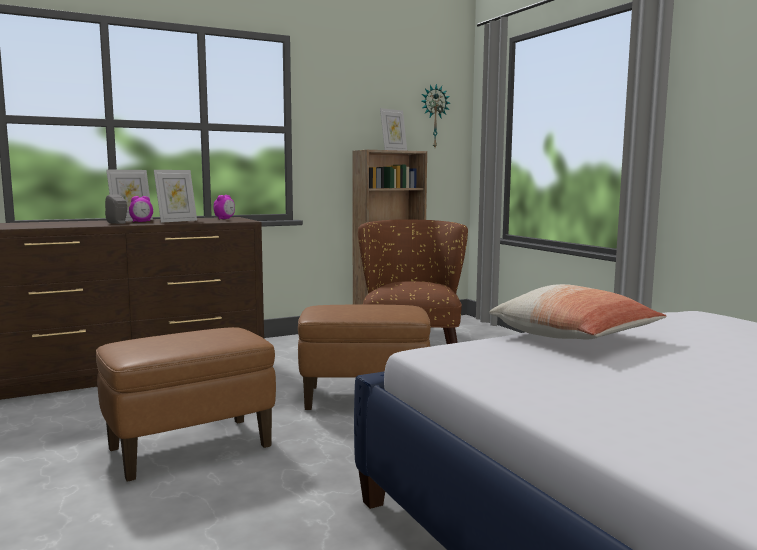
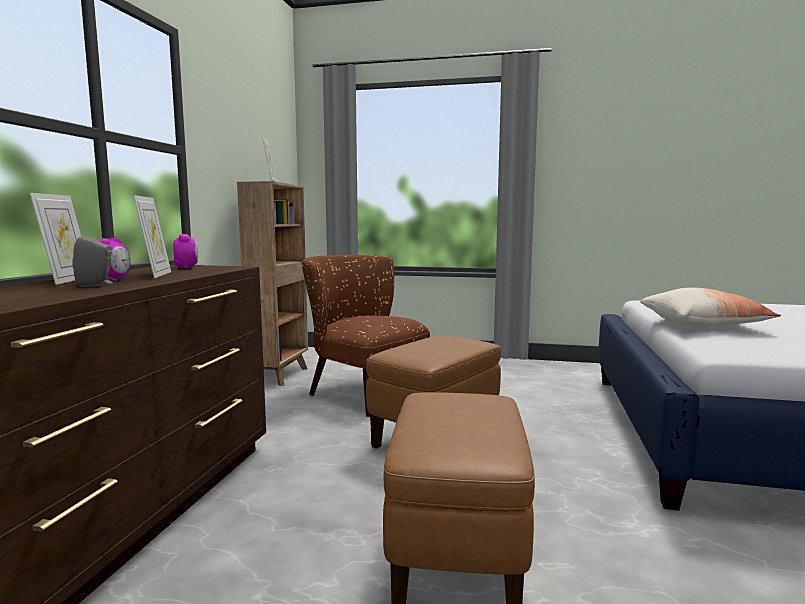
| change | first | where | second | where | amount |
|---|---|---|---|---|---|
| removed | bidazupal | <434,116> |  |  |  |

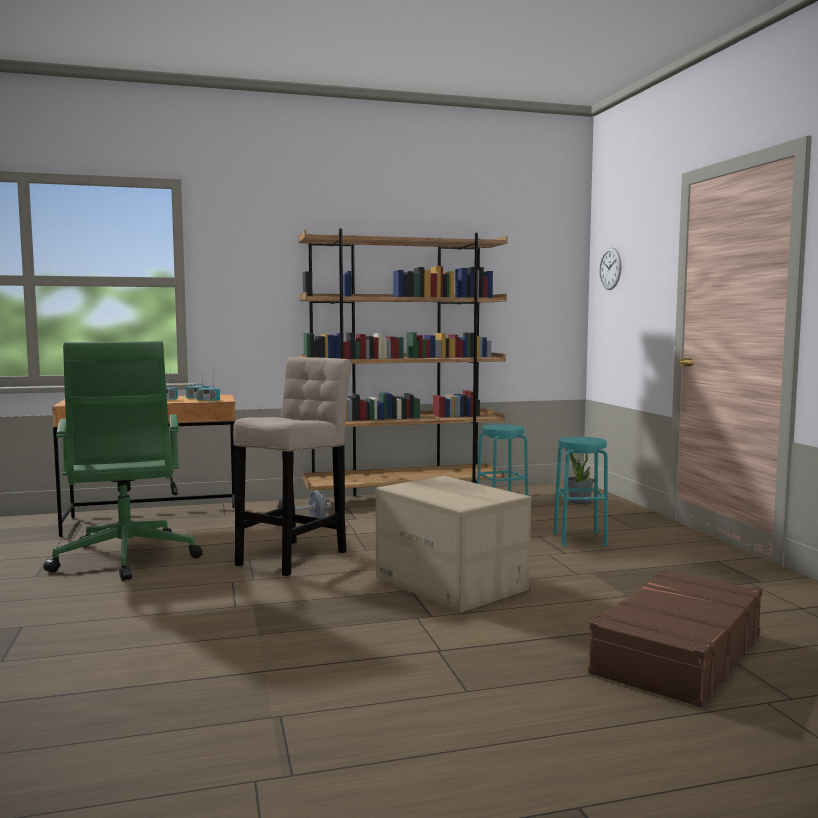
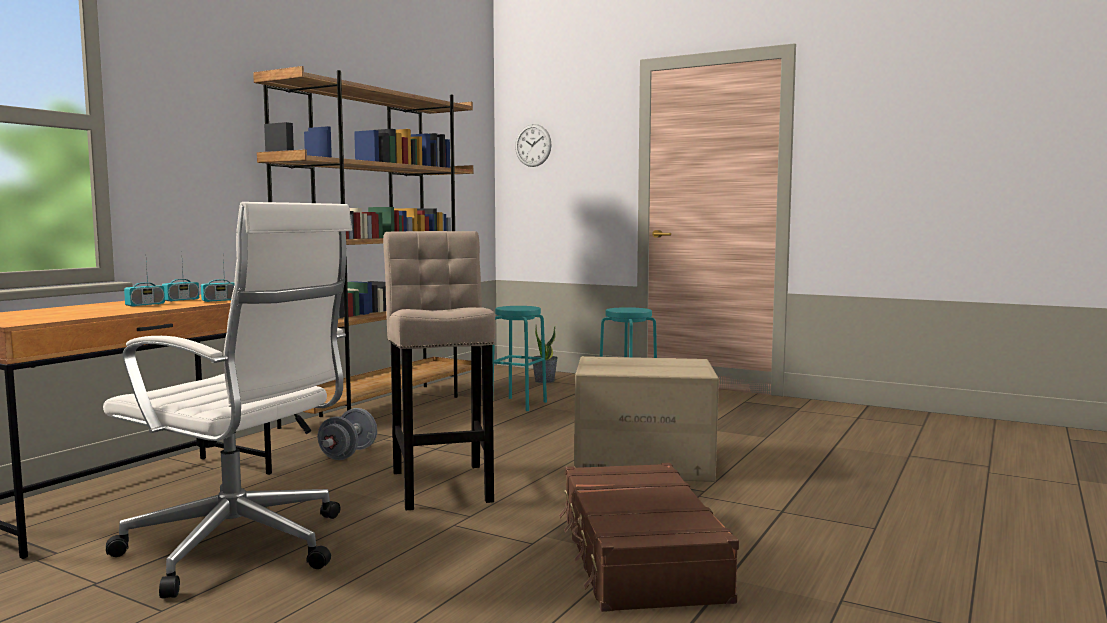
| change | first | where | second | where | amount |
|---|---|---|---|---|---|
| recoloured | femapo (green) | <125,559> | femapo (white) | <240,549> |  |
| moved | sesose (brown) | <676,654> |  | <638,556> |  |

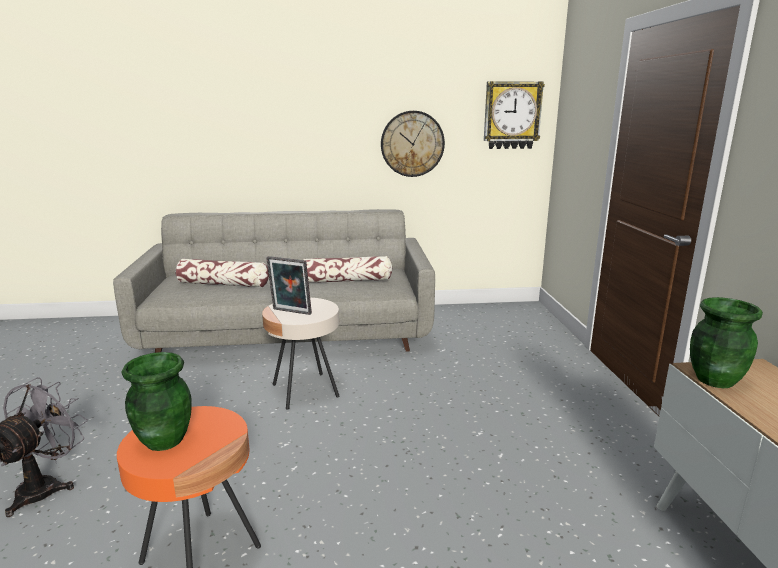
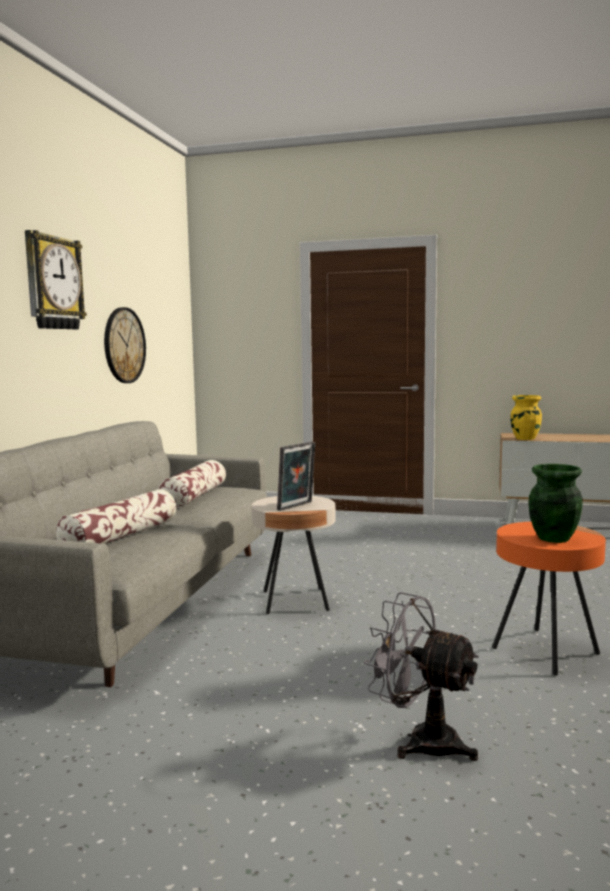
| change | first | where | second | where | amount |
|---|---|---|---|---|---|
| moved | bidazupal | <512,115> |  | <53,283> |  |
| recoloured | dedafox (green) | <714,380> | dedafox (yellow) | <524,438> |  |

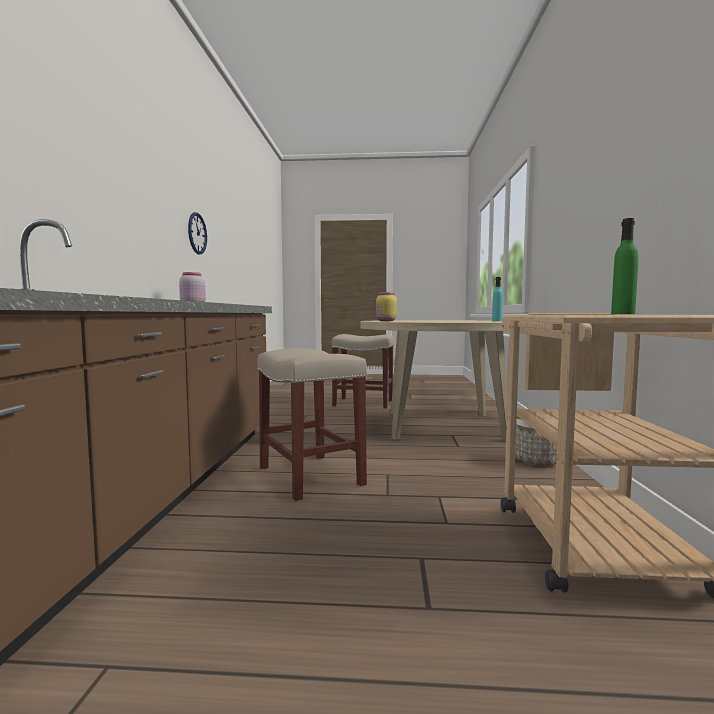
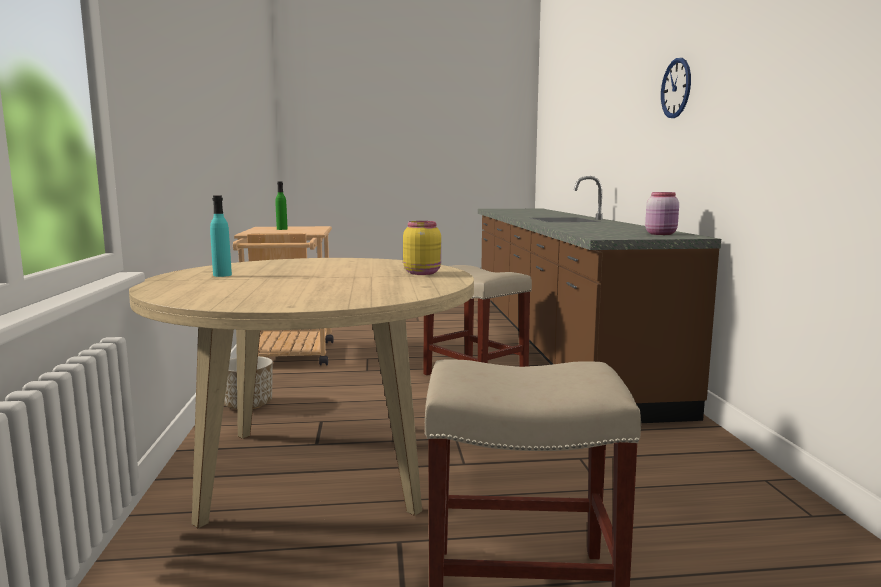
| change | first | where | second | where | amount |
|---|---|---|---|---|---|
| moved | bidazupal | <197,233> |  | <676,88> |  |

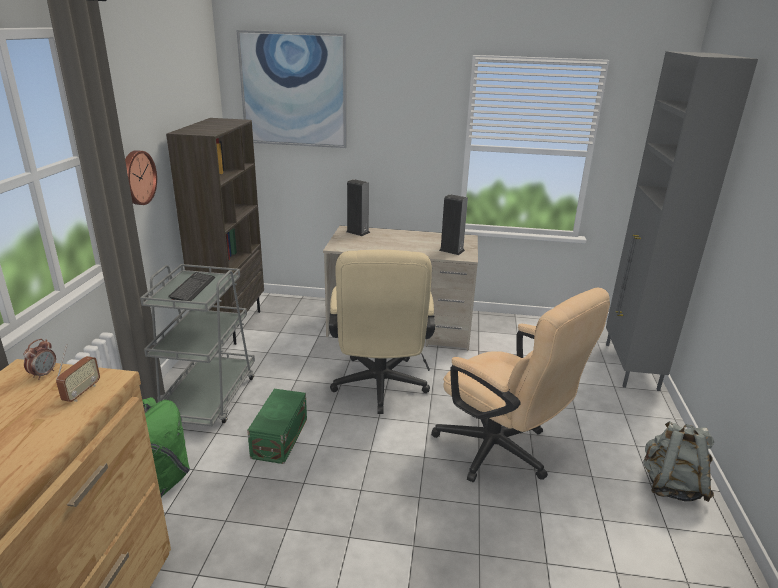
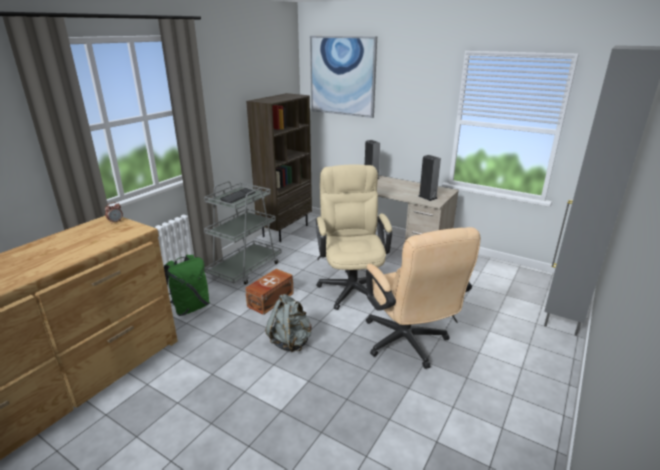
| change | first | where | second | where | amount |
|---|---|---|---|---|---|
| removed | bidazupal | <137,177> |  |  |  |
| turned | femapo (beige) | <379,389> |  | <351,286> | 150 degrees clockwise |
| removed | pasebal | <82,392> |  |  |  |
| recoloured | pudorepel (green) | <278,438> | pudorepel (brown) | <269,300> |  |
| moved | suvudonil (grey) | <671,486> |  | <291,341> |  |

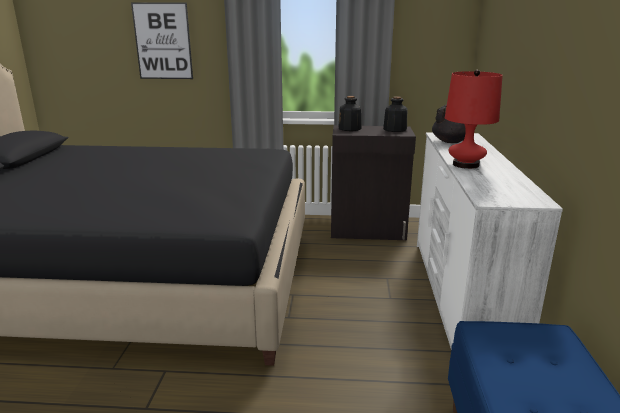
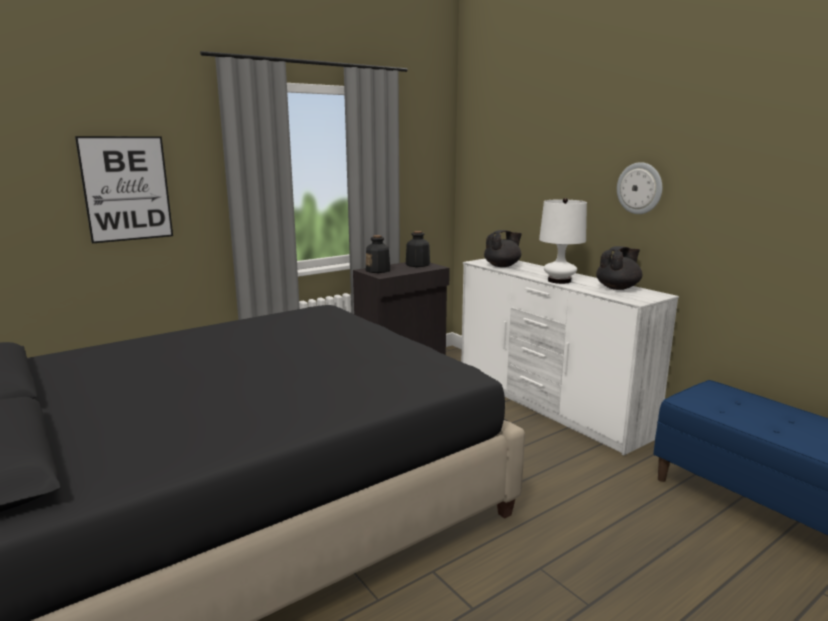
| change | first | where | second | where | amount |
|---|---|---|---|---|---|
| recoloured | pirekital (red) | <465,165> | pirekital (white) | <559,281> |  |
| added |  |  | bidazupal | <640,188> |  |
| added |  |  | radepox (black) | <618,288> |  |

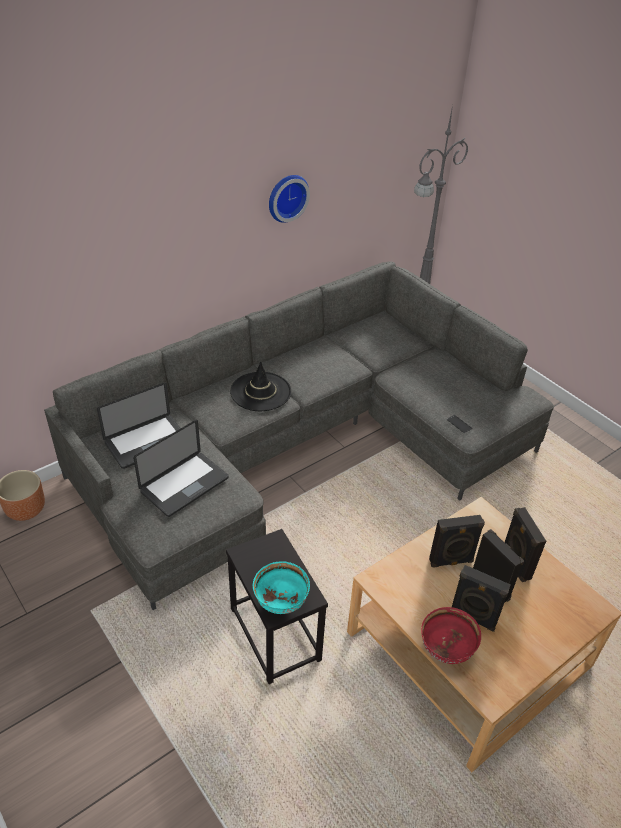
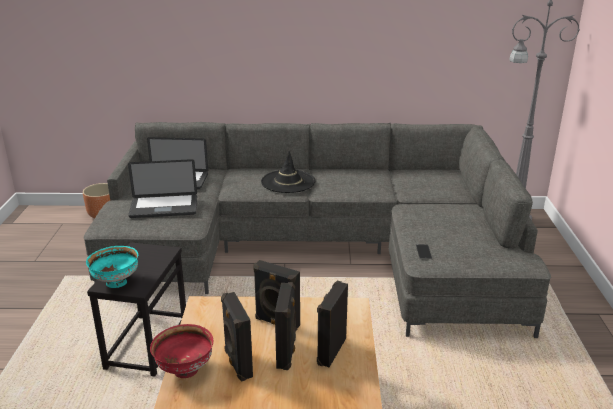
| change | first | where | second | where | amount |
|---|---|---|---|---|---|
| removed | bidazupal | <286,197> |  |  |  |

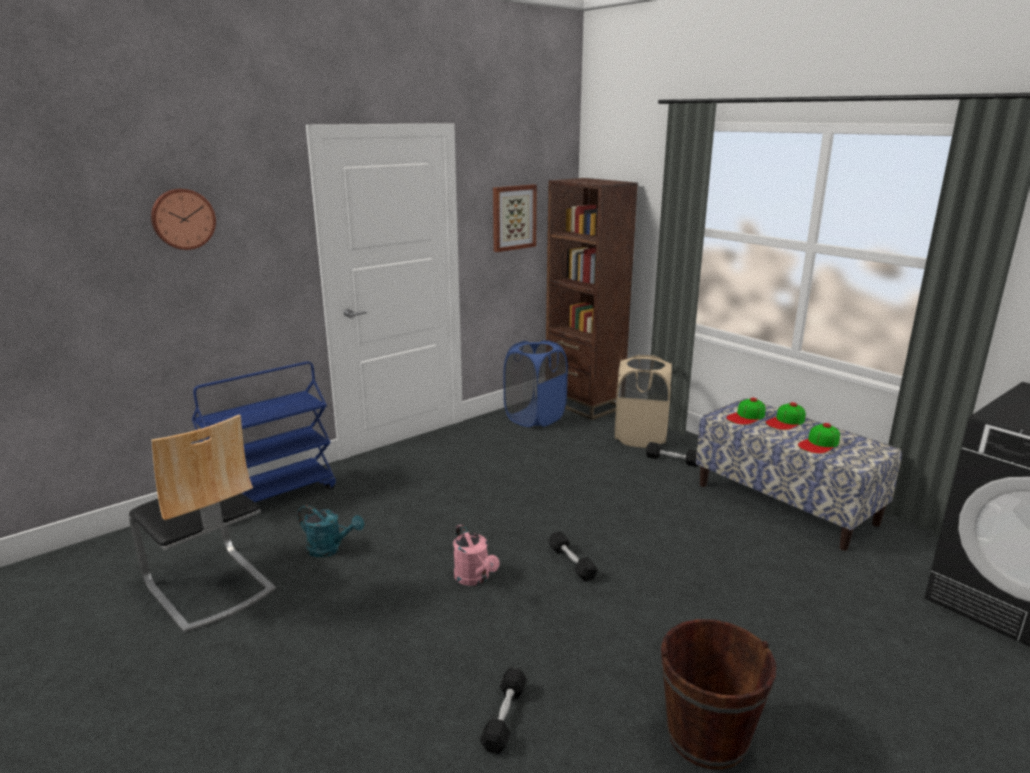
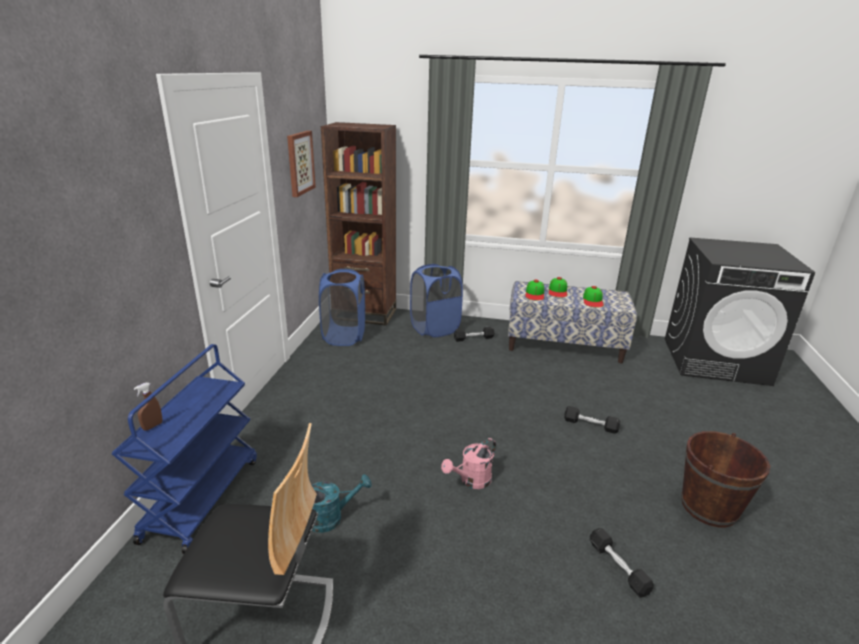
| change | first | where | second | where | amount |
|---|---|---|---|---|---|
| removed | bidazupal | <183,219> |  |  |  |
| recoloured | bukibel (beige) | <640,437> | bukibel (blue) | <434,328> |  |
| turned | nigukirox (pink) | <475,579> |  | <471,481> | 120 degrees clockwise |
| moved | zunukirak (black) | <571,563> |  | <590,425> |  |
| added |  |  | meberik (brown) | <152,426> |  |

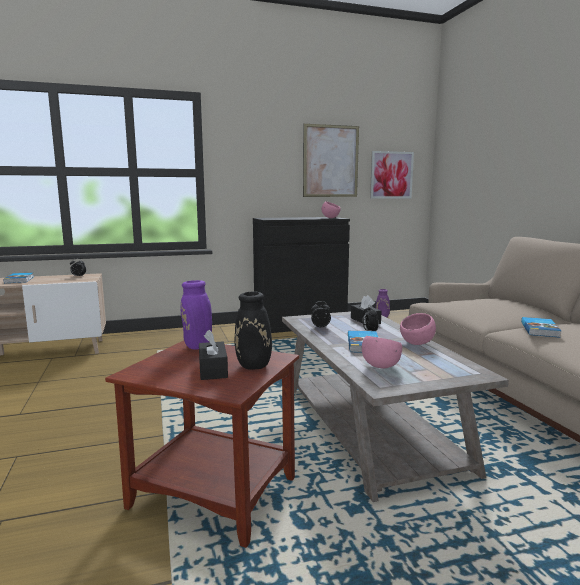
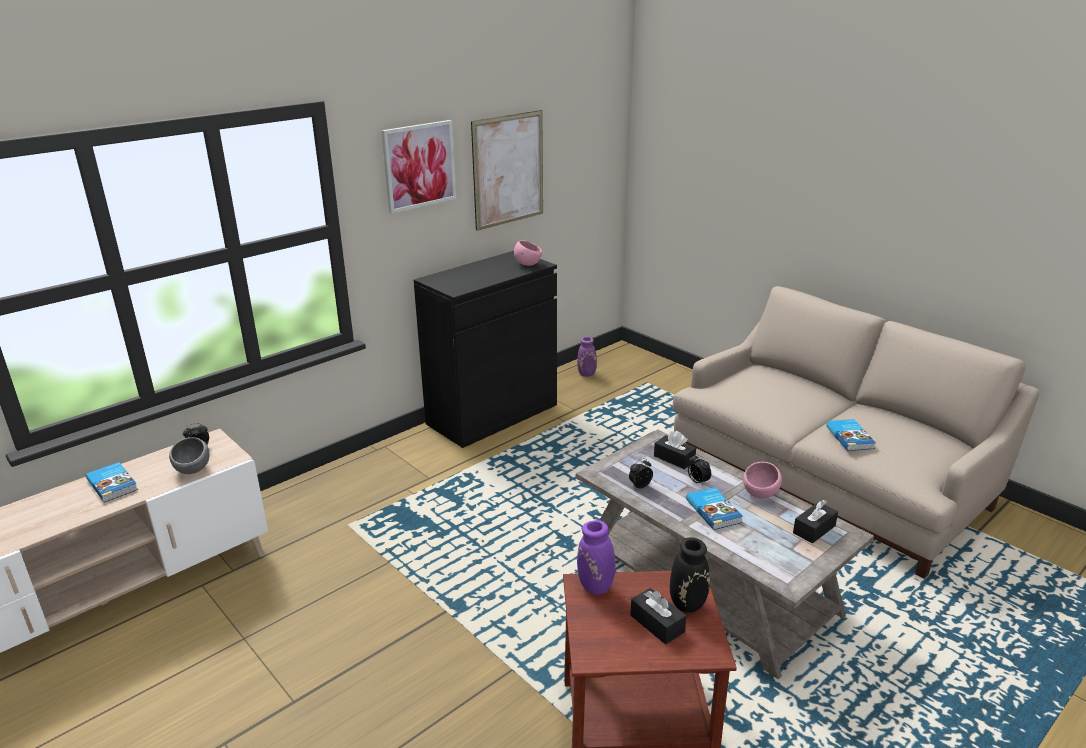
| change | first | where | second | where | amount |
|---|---|---|---|---|---|
| moved | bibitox | <391,175> |  | <419,165> |  |
| removed | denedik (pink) | <380,367> |  |  |  |
| added |  |  | denedik (grey) | <193,470> |  |
| added |  |  | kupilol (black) | <814,529> |  |

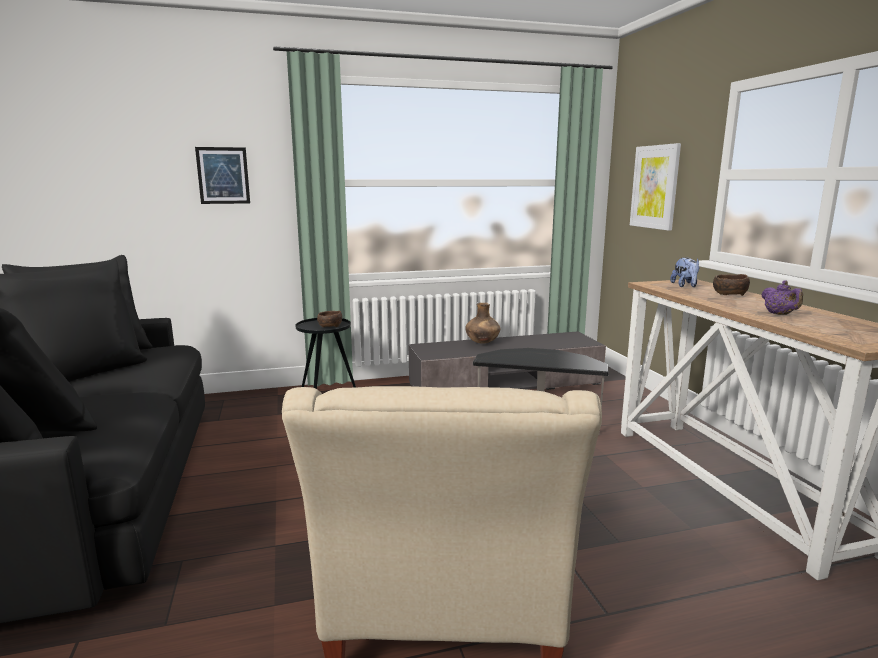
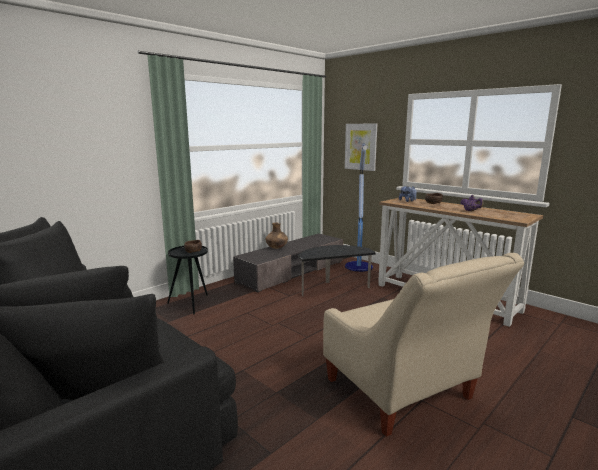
| change | first | where | second | where | amount |
|---|---|---|---|---|---|
| removed | bibitox | <223,175> |  |  |  |
| added |  |  | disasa | <359,267> |  |

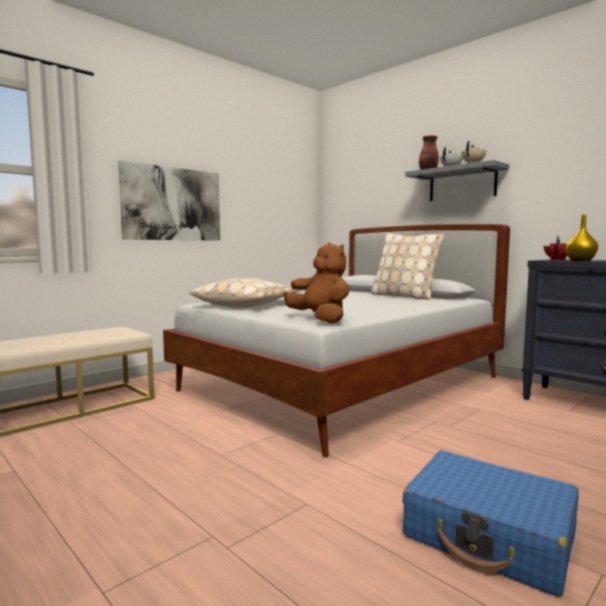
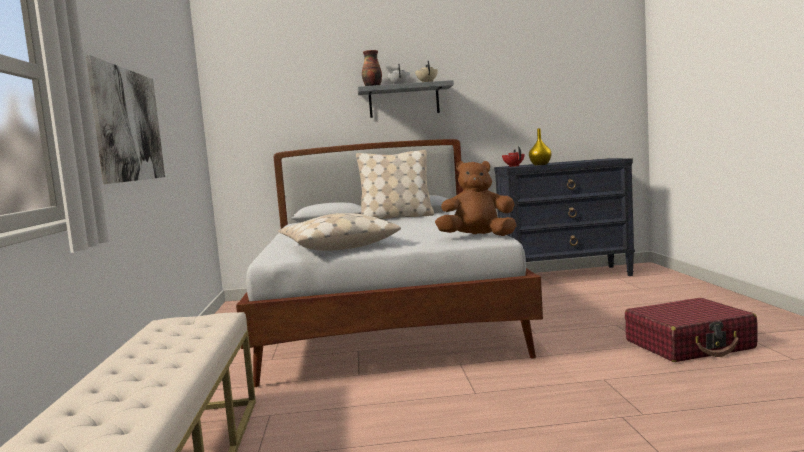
| change | first | where | second | where | amount |
|---|---|---|---|---|---|
| recoloured | sesose (blue) | <489,536> | sesose (red) | <689,345> |  |

